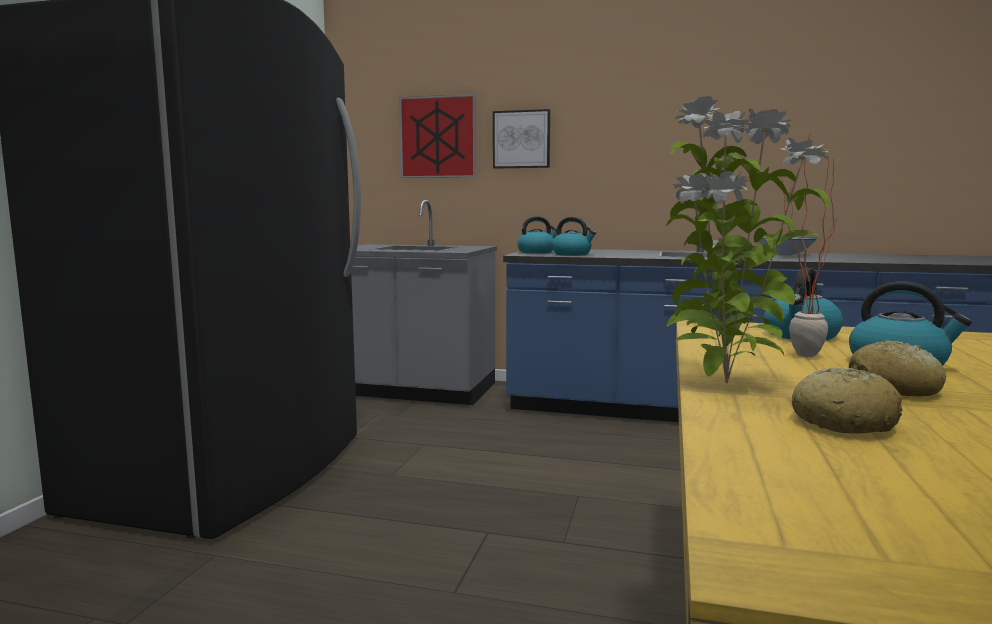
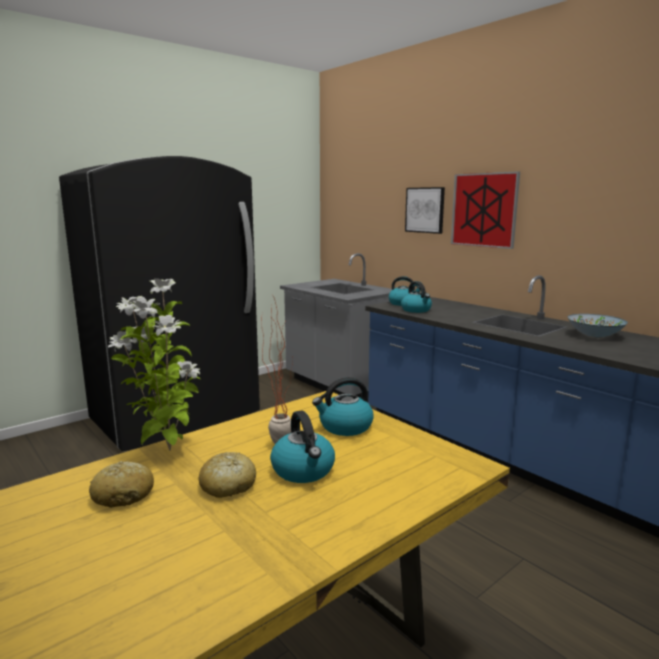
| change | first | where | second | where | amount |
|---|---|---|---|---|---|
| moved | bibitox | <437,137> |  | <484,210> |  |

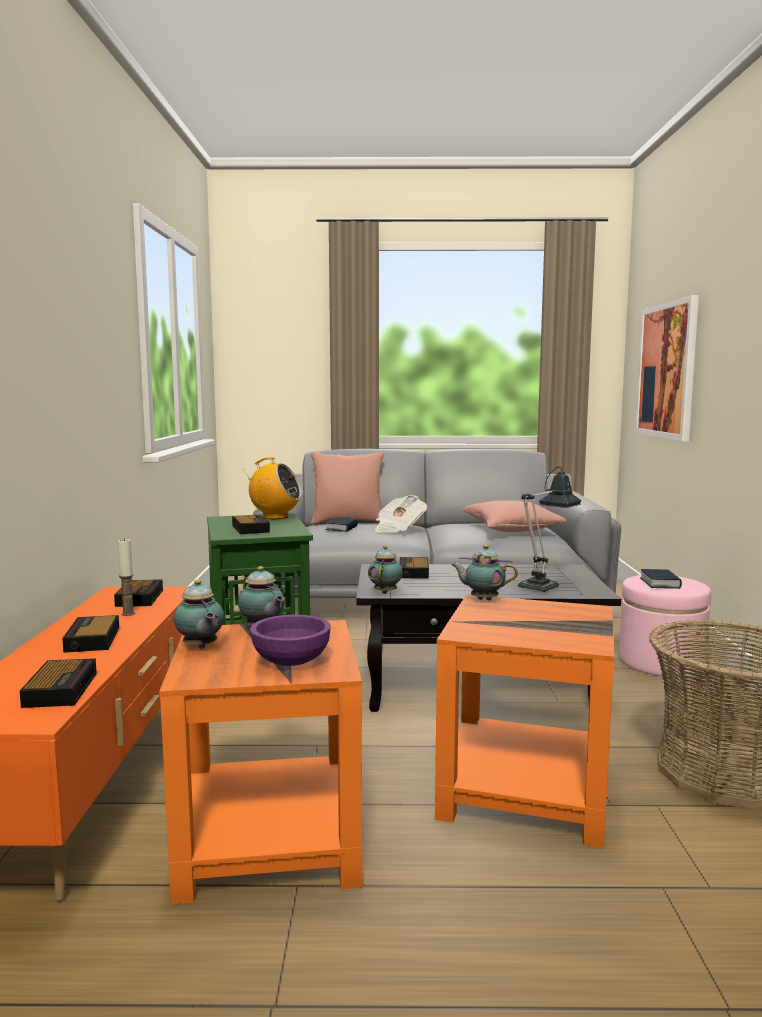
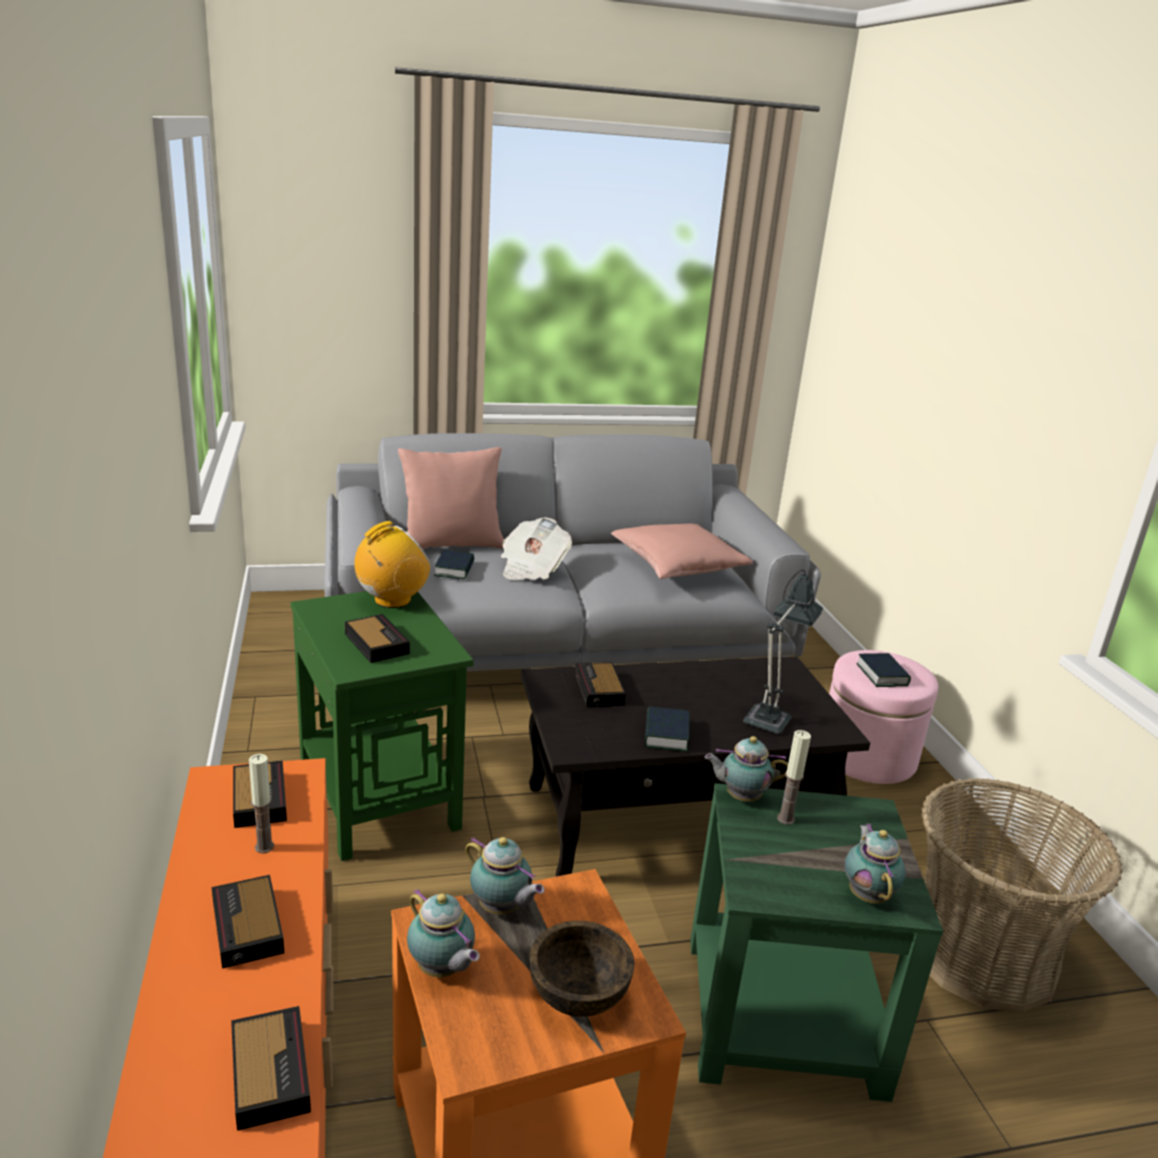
| change | first | where | second | where | amount |
|---|---|---|---|---|---|
| removed | bibitox | <666,370> |  |  |  |
| turned | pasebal | <275,517> |  | <392,600> | 45 degrees counterclockwise |
| moved | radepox | <386,592> |  | <867,894> |  |
| recoloured | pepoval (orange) | <527,789> | pepoval (green) | <784,1012> |  |
| recoloured | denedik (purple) | <290,661> | denedik (brown) | <577,994> |  |
| added |  |  | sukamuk | <666,735> |  |
| added |  |  | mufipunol | <785,819> |  |

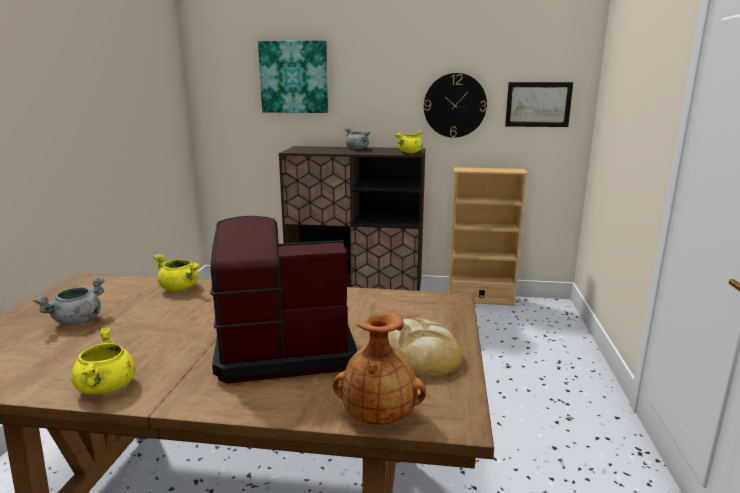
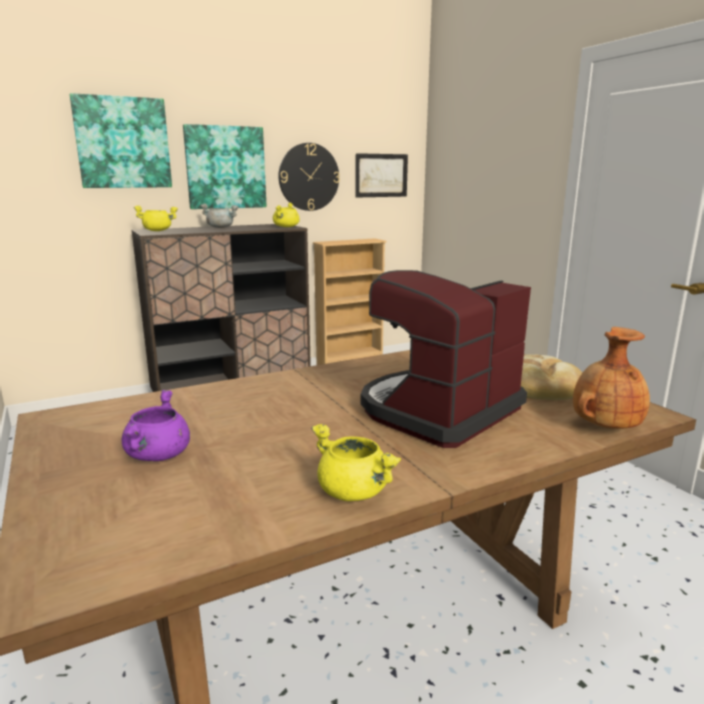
| change | first | where | second | where | amount |
|---|---|---|---|---|---|
| moved | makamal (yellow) | <180,288> |  | <158,231> |  |
| recoloured | makamal (grey) | <77,321> | makamal (purple) | <159,455> |  |
| added |  |  | bibitox | <225,167> |  |

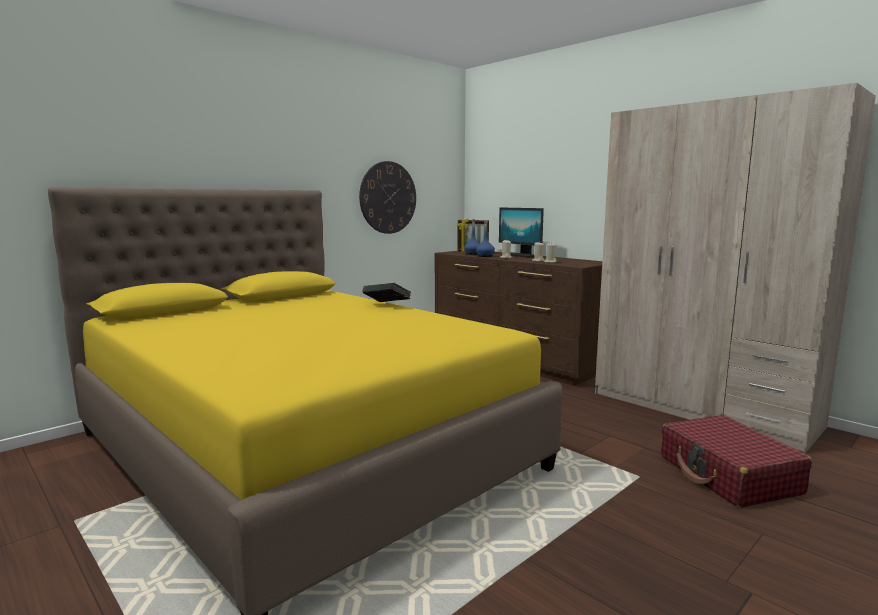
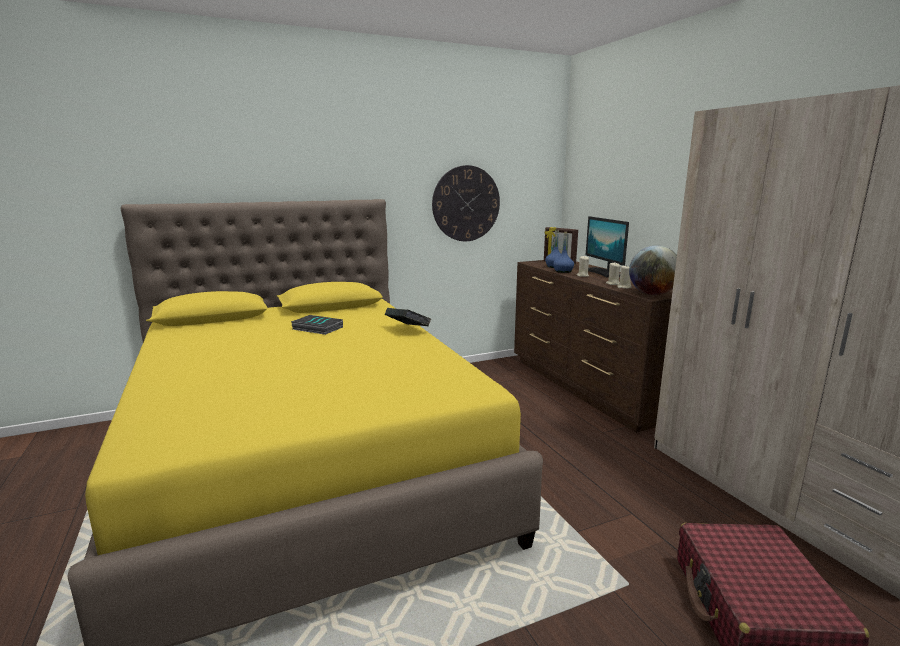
| change | first | where | second | where | amount |
|---|---|---|---|---|---|
| added |  |  | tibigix | <652,294> |  |
| added |  |  | sukamuk | <316,328> |  |

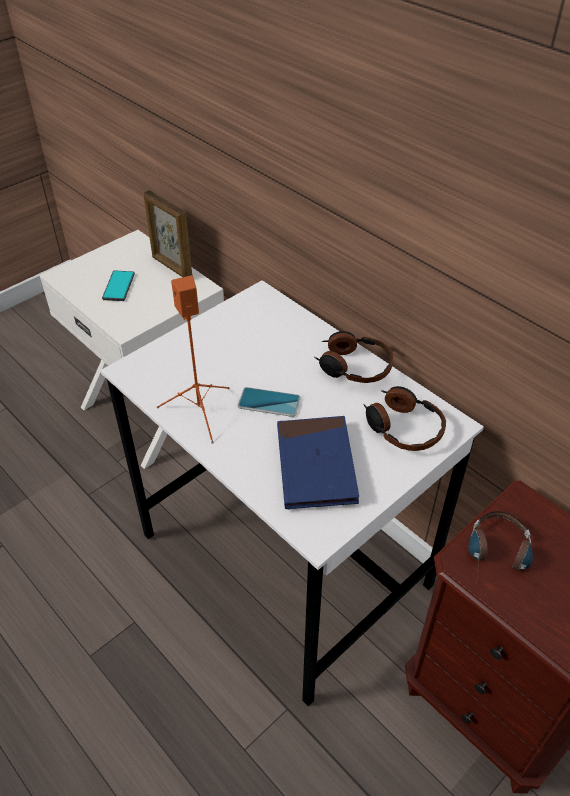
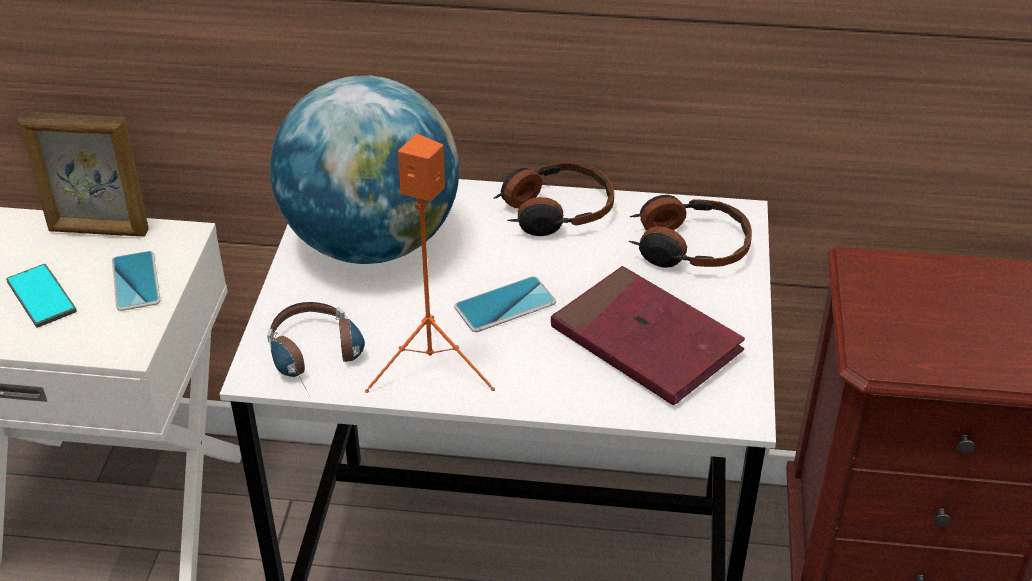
| change | first | where | second | where | amount |
|---|---|---|---|---|---|
| recoloured | sukamuk (blue) | <316,465> | sukamuk (red) | <645,341> |  |
| moved | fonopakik | <497,556> |  | <319,360> |  |
| added |  |  | tibigix | <372,243> |  |
| added |  |  | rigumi | <136,281> |  |

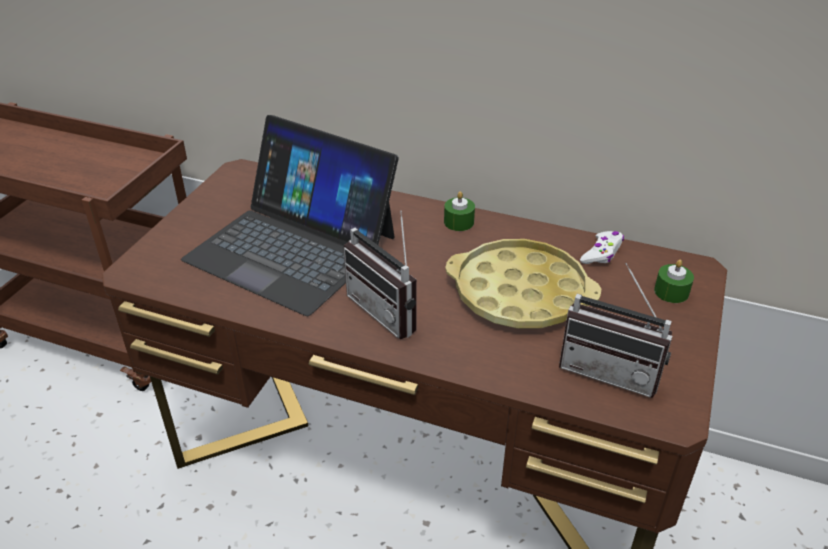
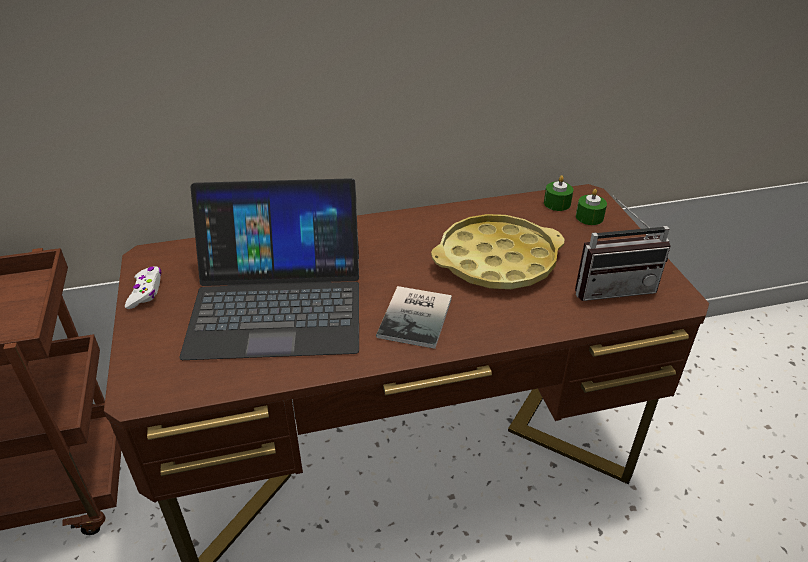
| change | first | where | second | where | amount |
|---|---|---|---|---|---|
| moved | mufipunol (green) | <459,222> |  | <557,203> |  |
| replaced | pasebal | <390,310> | sukamuk | <418,316> |  |
| moved | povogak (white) | <602,253> |  | <146,292> |  |

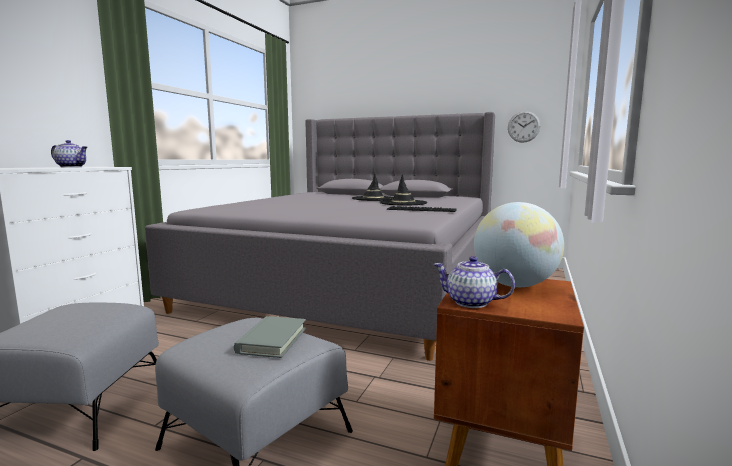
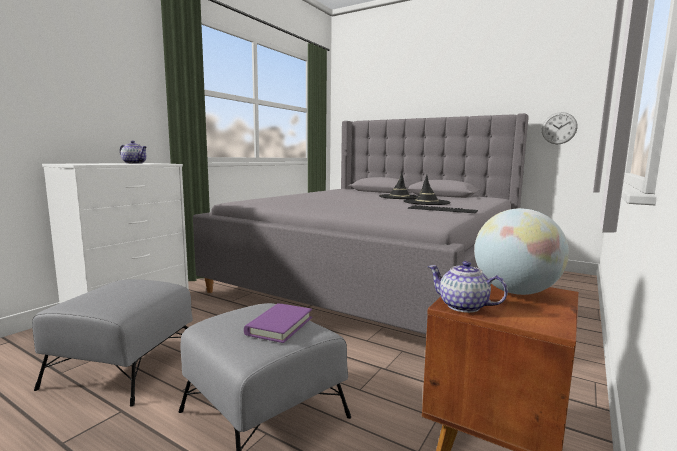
| change | first | where | second | where | amount |
|---|---|---|---|---|---|
| recoloured | sukamuk (grey) | <272,340> | sukamuk (purple) | <279,326> |  |

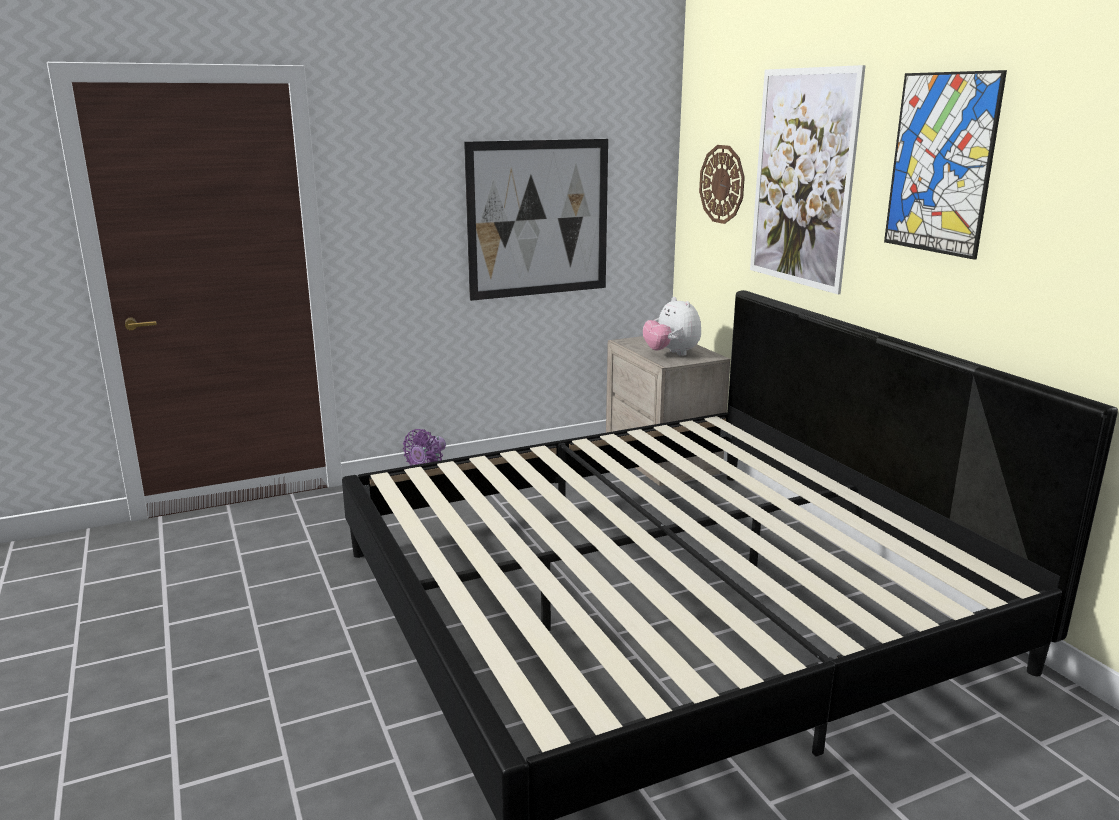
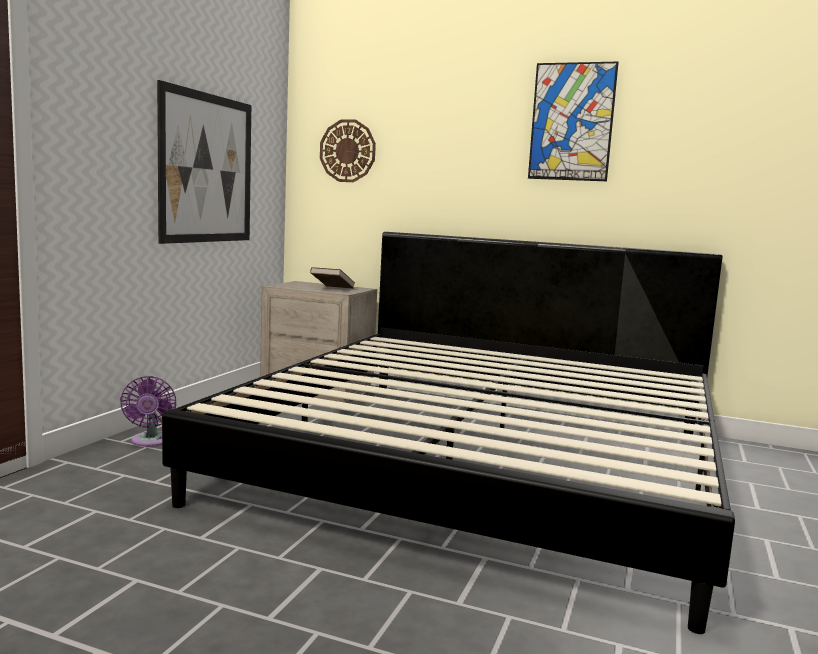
| change | first | where | second | where | amount |
|---|---|---|---|---|---|
| removed | bibitox | <802,178> |  |  |  |
| replaced | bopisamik | <671,354> | sukamuk (brown) | <332,289> |  |

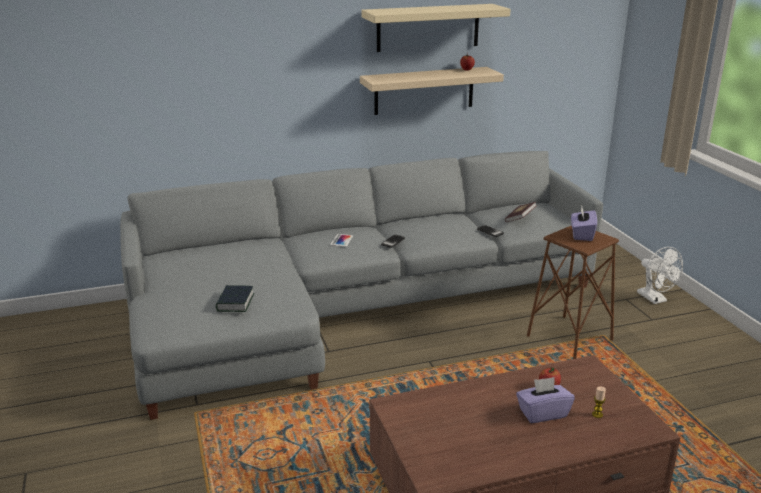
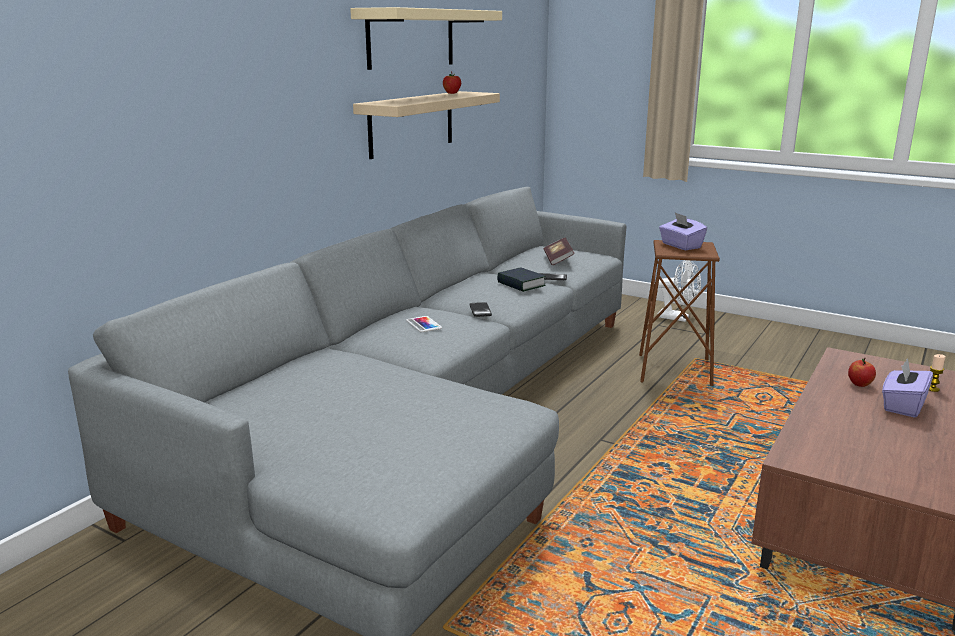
| change | first | where | second | where | amount |
|---|---|---|---|---|---|
| moved | sukamuk | <235,303> |  | <521,284> |  |

